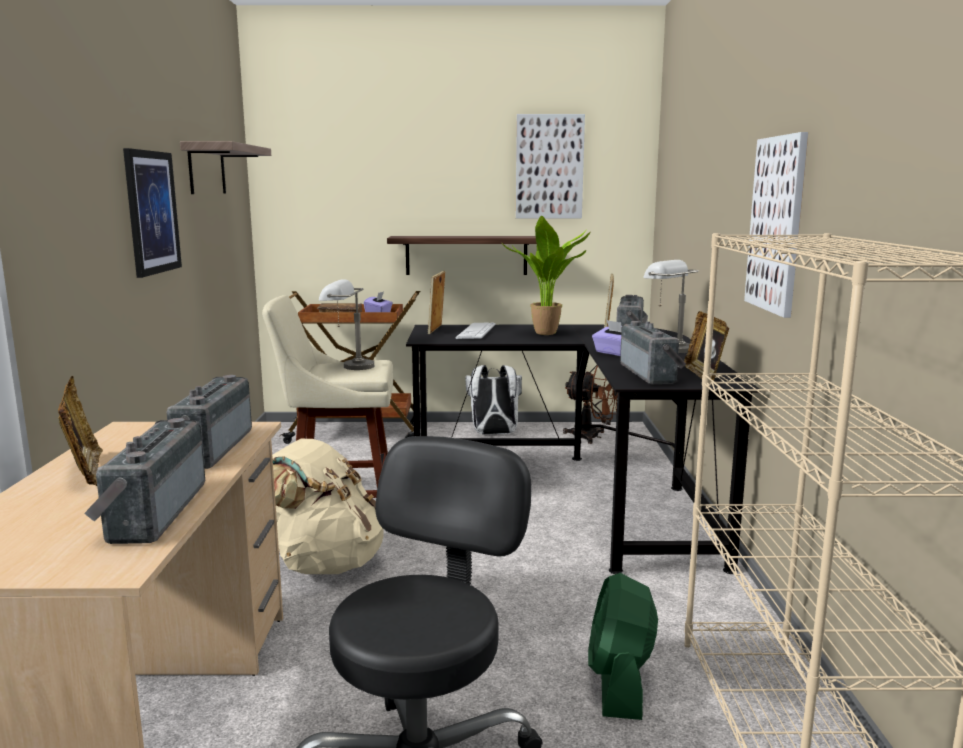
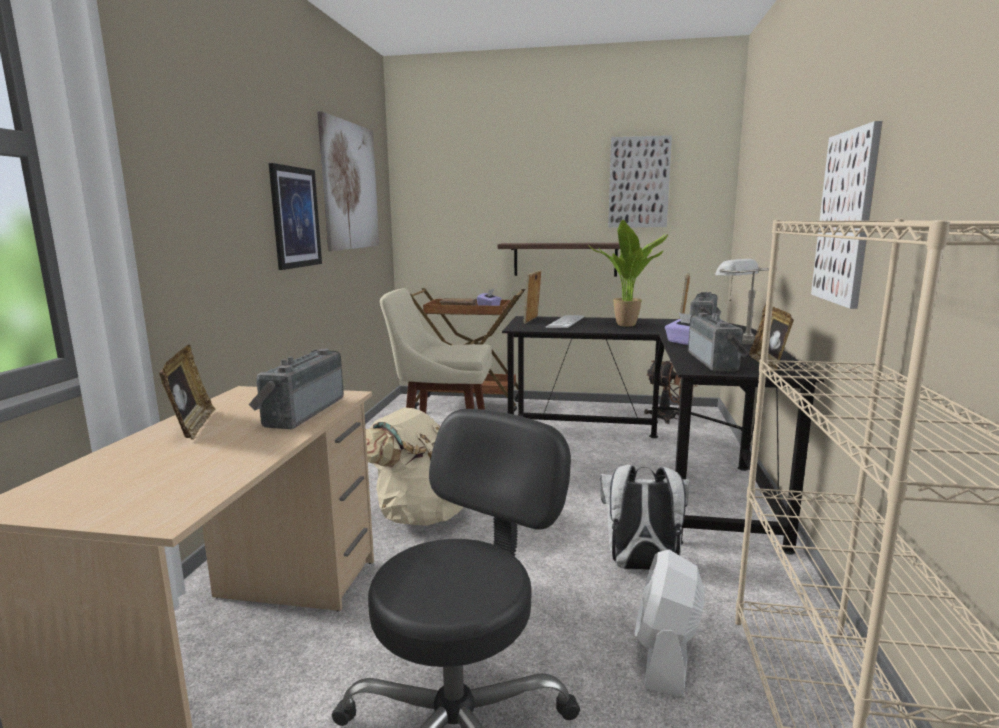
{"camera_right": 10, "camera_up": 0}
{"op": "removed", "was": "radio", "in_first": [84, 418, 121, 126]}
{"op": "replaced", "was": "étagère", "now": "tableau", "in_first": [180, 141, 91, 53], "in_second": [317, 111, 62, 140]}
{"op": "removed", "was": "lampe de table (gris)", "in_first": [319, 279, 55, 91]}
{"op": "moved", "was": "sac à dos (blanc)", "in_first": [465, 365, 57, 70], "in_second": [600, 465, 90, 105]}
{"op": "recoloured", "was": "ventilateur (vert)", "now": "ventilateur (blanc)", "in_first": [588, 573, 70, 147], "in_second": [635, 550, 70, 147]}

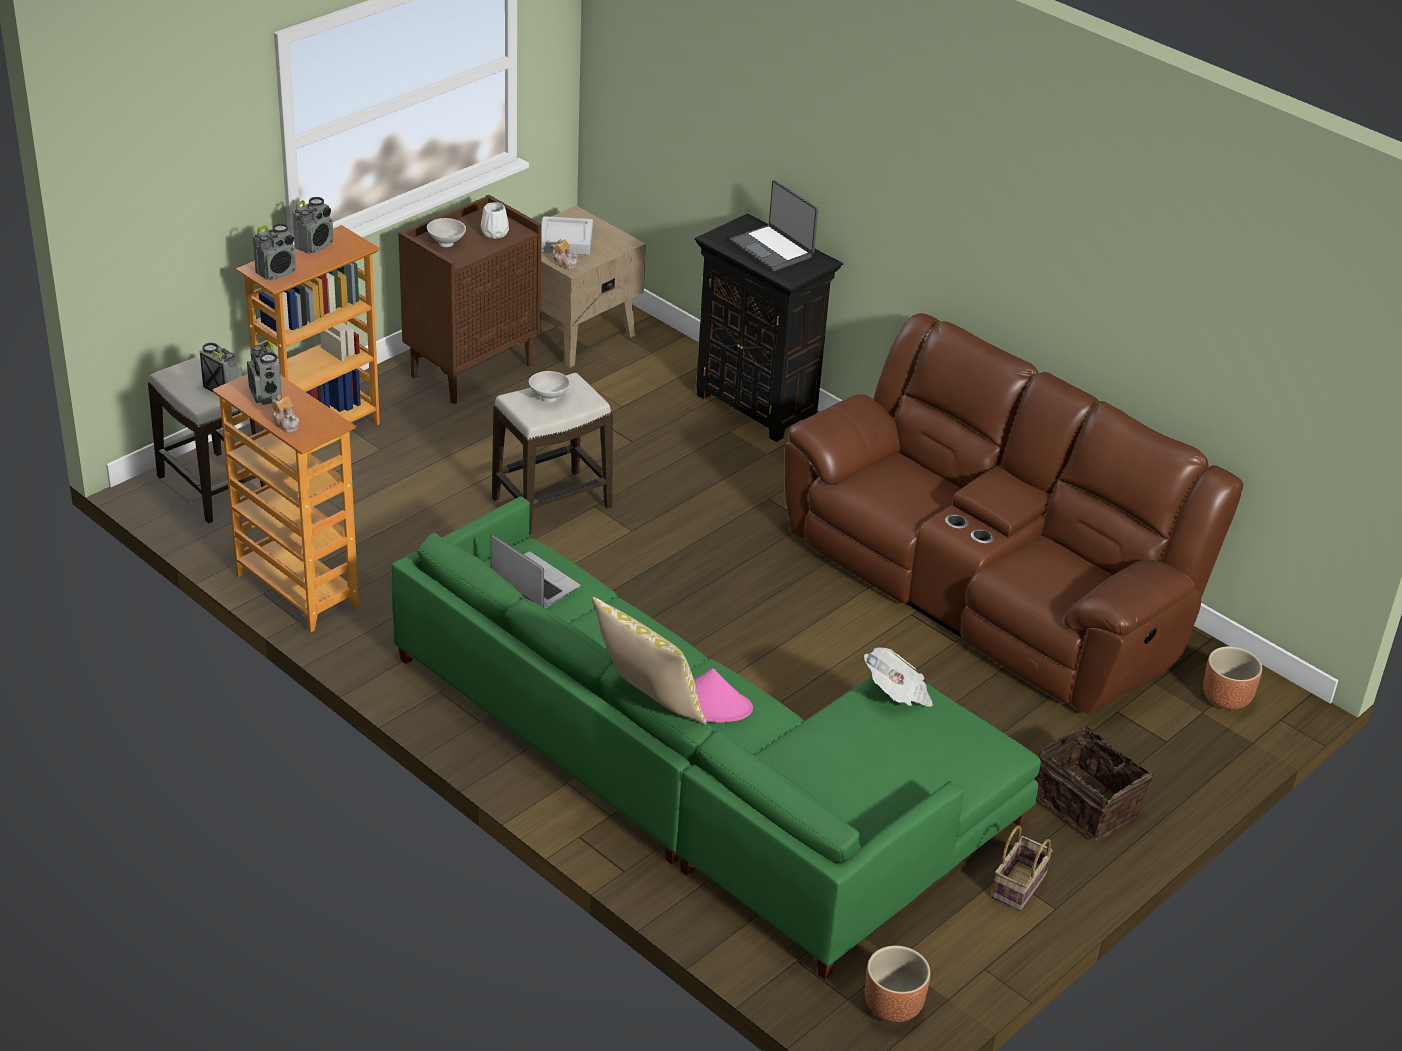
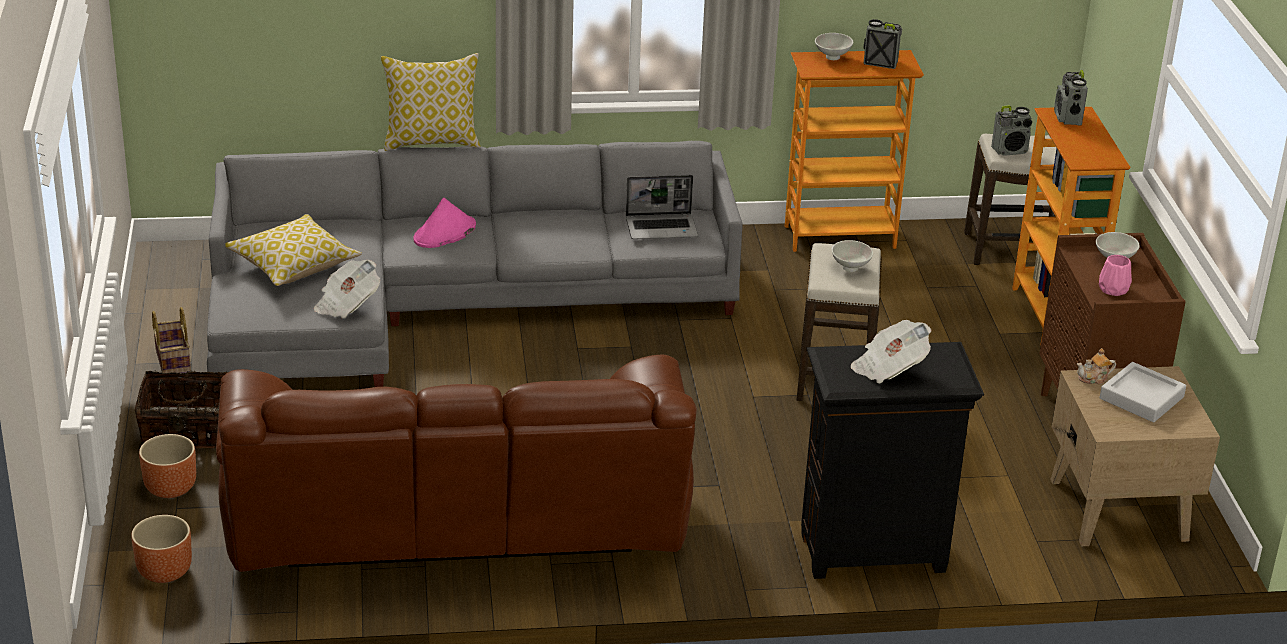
{"camera_right": 130, "camera_up": -5}
{"op": "replaced", "was": "théière", "now": "bol (blanc)", "in_first": [271, 395, 29, 38], "in_second": [815, 33, 38, 27]}
{"op": "removed", "was": "radio", "in_first": [292, 197, 42, 57]}
{"op": "recoloured", "was": "canapé (vert)", "now": "canapé (gris)", "in_first": [391, 496, 650, 484], "in_second": [207, 141, 535, 251]}
{"op": "recoloured", "was": "vase (blanc)", "now": "vase (rose)", "in_first": [481, 202, 28, 37], "in_second": [1099, 255, 33, 41]}
{"op": "replaced", "was": "ordinateur portable", "now": "journal", "in_first": [730, 180, 88, 91], "in_second": [851, 320, 81, 63]}
{"op": "moved", "was": "cache-pot (marron)", "in_first": [865, 946, 65, 76], "in_second": [139, 434, 57, 64]}
{"op": "added", "now": "coussin", "in_second": [226, 214, 136, 72]}

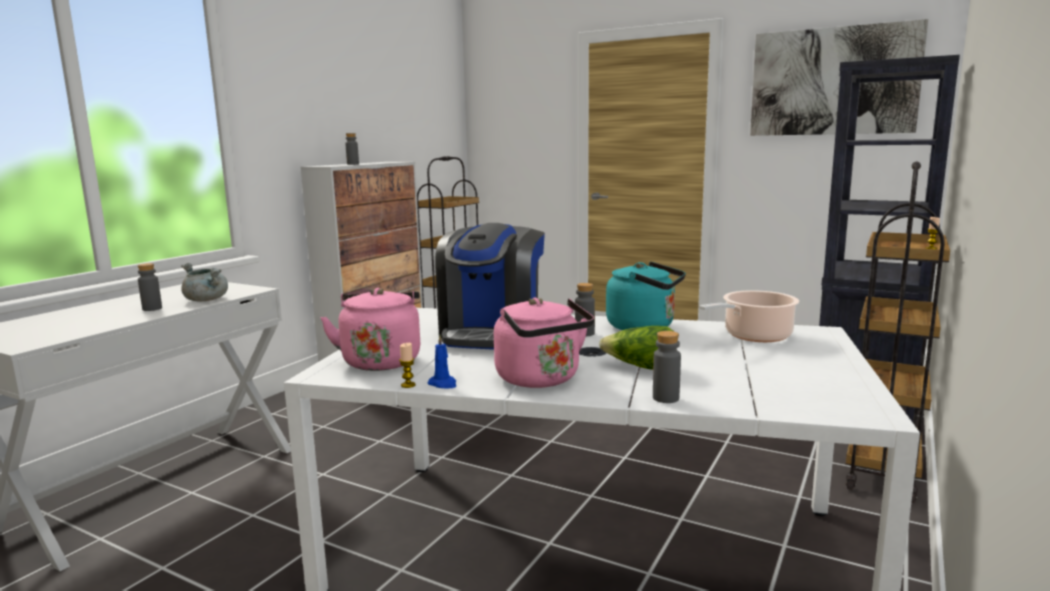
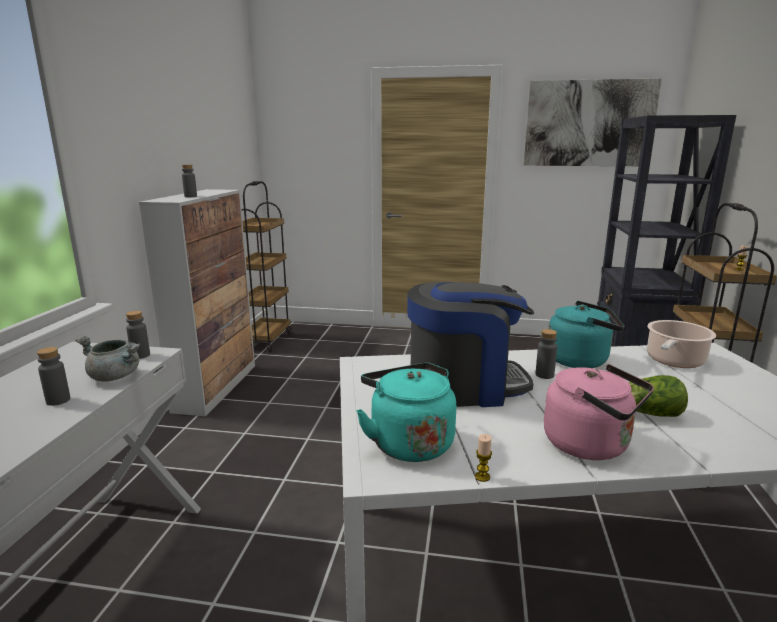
{"camera_right": -20, "camera_up": 5}
{"op": "recoloured", "was": "bouilloire (rose)", "now": "bouilloire (turquoise)", "in_first": [320, 288, 100, 83], "in_second": [356, 363, 100, 99]}
{"op": "removed", "was": "bougie (bleu)", "in_first": [427, 335, 29, 53]}
{"op": "turned", "was": "machine à café", "in_first": [435, 223, 110, 127], "in_second": [407, 282, 127, 125], "clockwise": -90}
{"op": "moved", "was": "bouteille (gris)", "in_first": [653, 331, 28, 72], "in_second": [126, 311, 24, 48]}

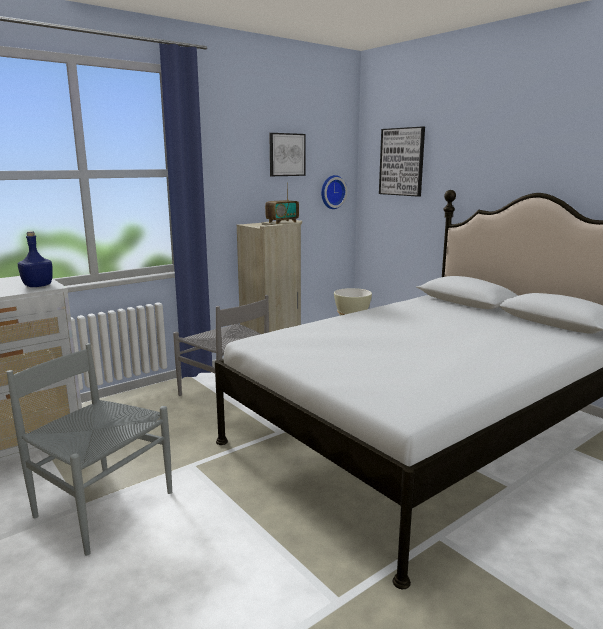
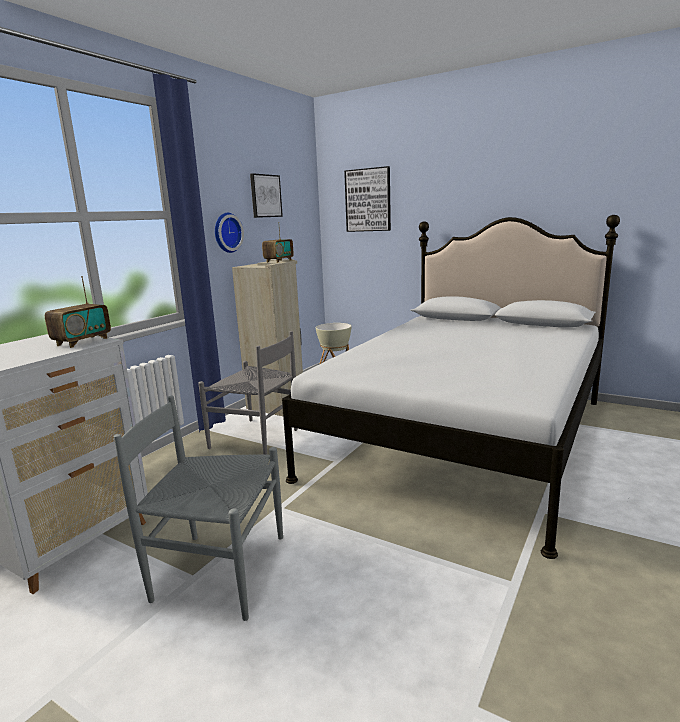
{"camera_right": -20, "camera_up": 0}
{"op": "replaced", "was": "bouteille (bleu)", "now": "radio", "in_first": [18, 231, 35, 56], "in_second": [45, 276, 66, 72]}
{"op": "moved", "was": "horloge murale", "in_first": [321, 175, 26, 34], "in_second": [215, 213, 29, 40]}

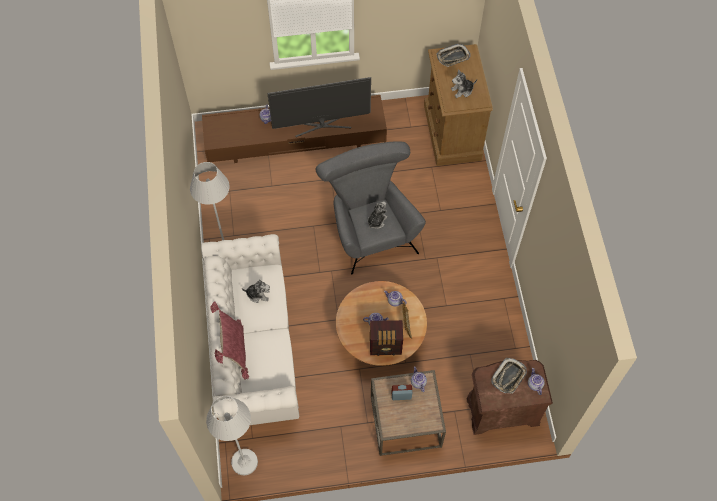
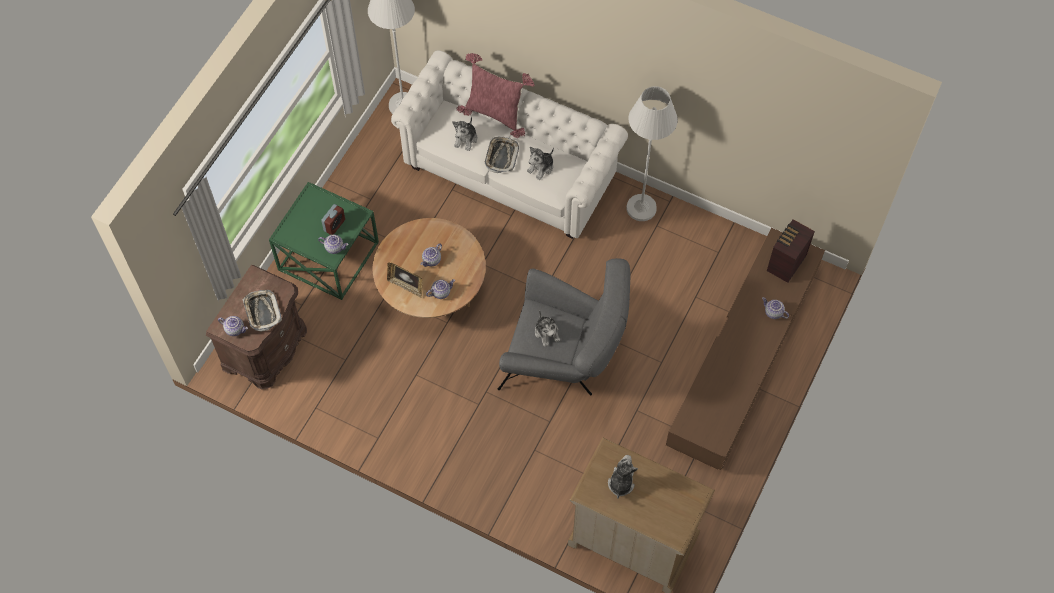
{"camera_right": 125, "camera_up": 0}
{"op": "removed", "was": "téléviseur", "in_first": [267, 77, 104, 60]}
{"op": "moved", "was": "radio", "in_first": [370, 320, 33, 36], "in_second": [767, 219, 48, 64]}
{"op": "recoloured", "was": "table d'appoint (marron)", "now": "table d'appoint (vert)", "in_first": [371, 370, 75, 86], "in_second": [269, 182, 110, 118]}
{"op": "moved", "was": "plateau", "in_first": [436, 44, 35, 23], "in_second": [485, 136, 34, 37]}
{"op": "added", "now": "peluche", "in_second": [452, 116, 25, 35]}

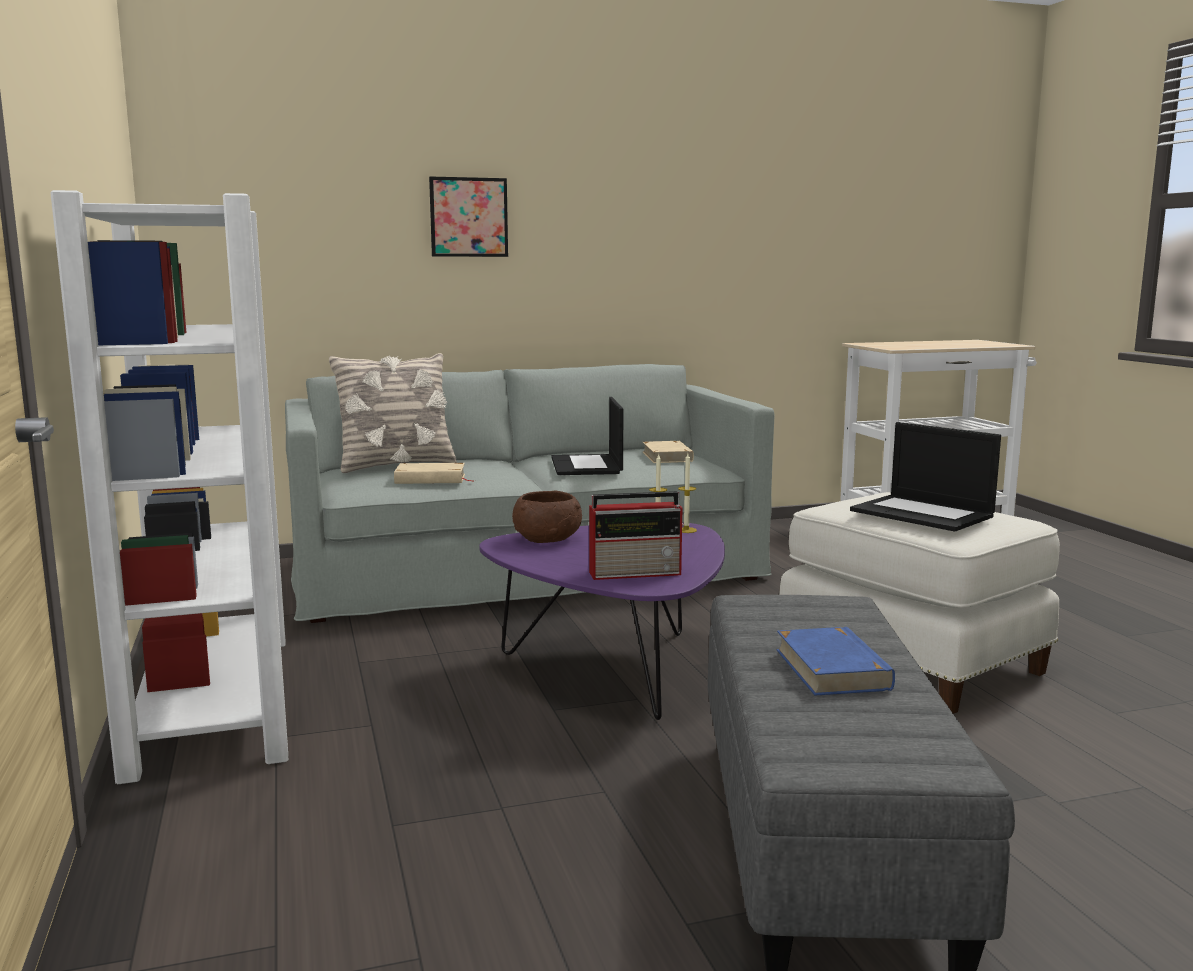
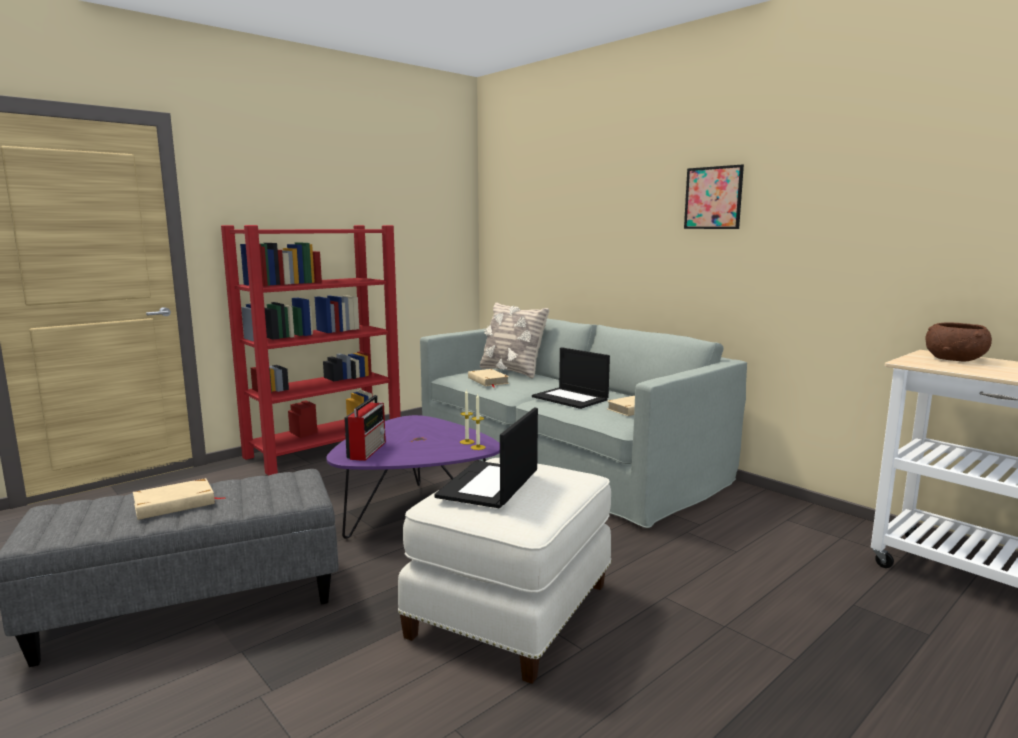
{"camera_right": 65, "camera_up": 0}
{"op": "recoloured", "was": "bibliothèque (blanc)", "now": "bibliothèque (rouge)", "in_first": [50, 190, 238, 594], "in_second": [221, 225, 180, 250]}
{"op": "moved", "was": "tableau", "in_first": [429, 176, 79, 81], "in_second": [684, 164, 60, 65]}
{"op": "moved", "was": "bol (marron)", "in_first": [512, 490, 70, 53], "in_second": [925, 322, 67, 40]}
{"op": "turned", "was": "ordinateur portable", "in_first": [551, 397, 72, 78], "in_second": [532, 347, 78, 62], "clockwise": -105}
{"op": "turned", "was": "radio", "in_first": [589, 491, 95, 89], "in_second": [344, 395, 42, 66], "clockwise": -135}
{"op": "recoloured", "was": "livre (bleu)", "now": "livre (beige)", "in_first": [776, 627, 119, 68], "in_second": [133, 478, 93, 42]}

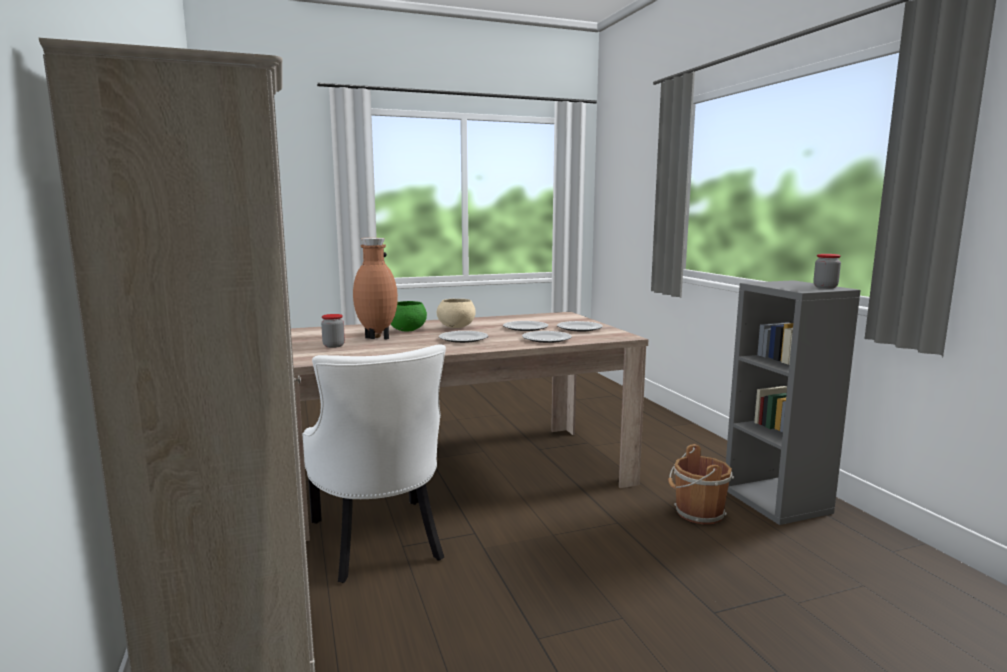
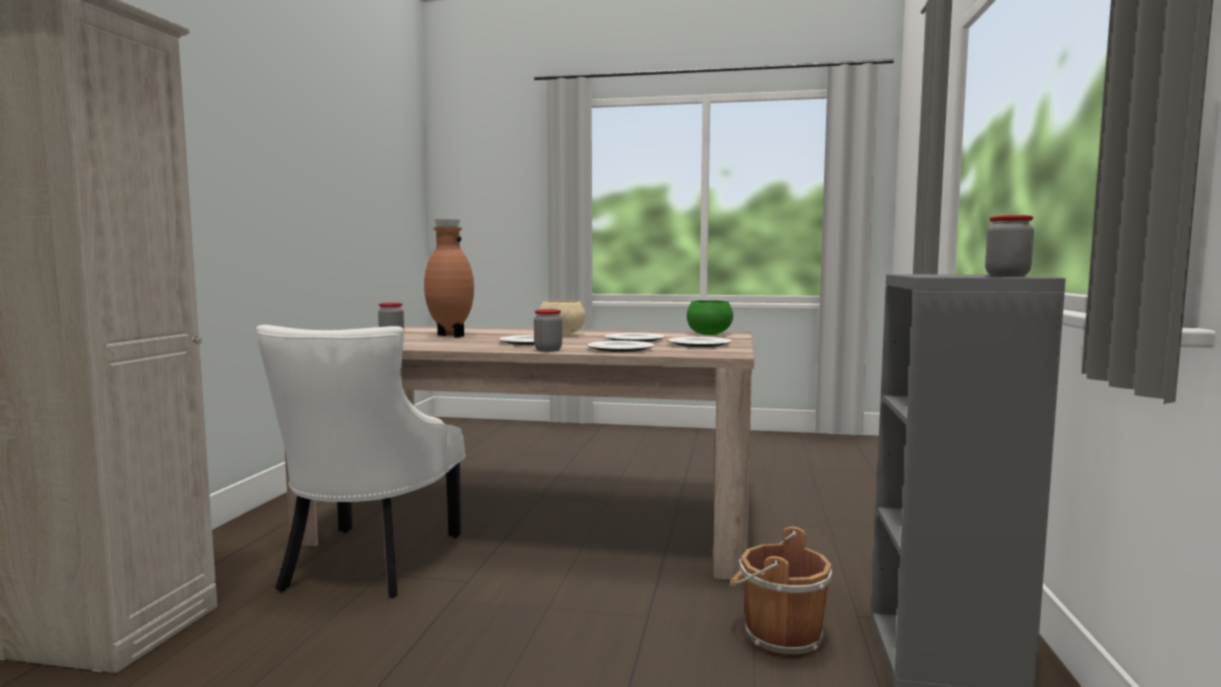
{"camera_right": 30, "camera_up": -5}
{"op": "moved", "was": "bol (vert)", "in_first": [391, 301, 36, 31], "in_second": [687, 300, 46, 35]}
{"op": "added", "now": "bocal", "in_second": [534, 309, 28, 43]}

